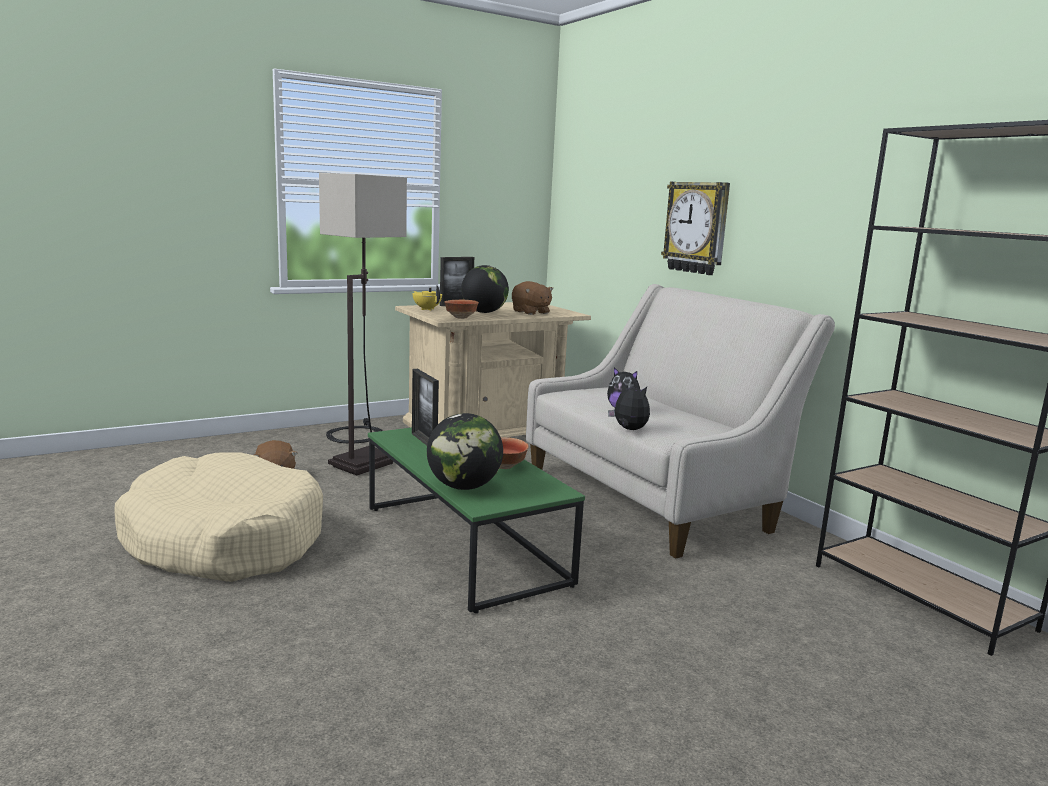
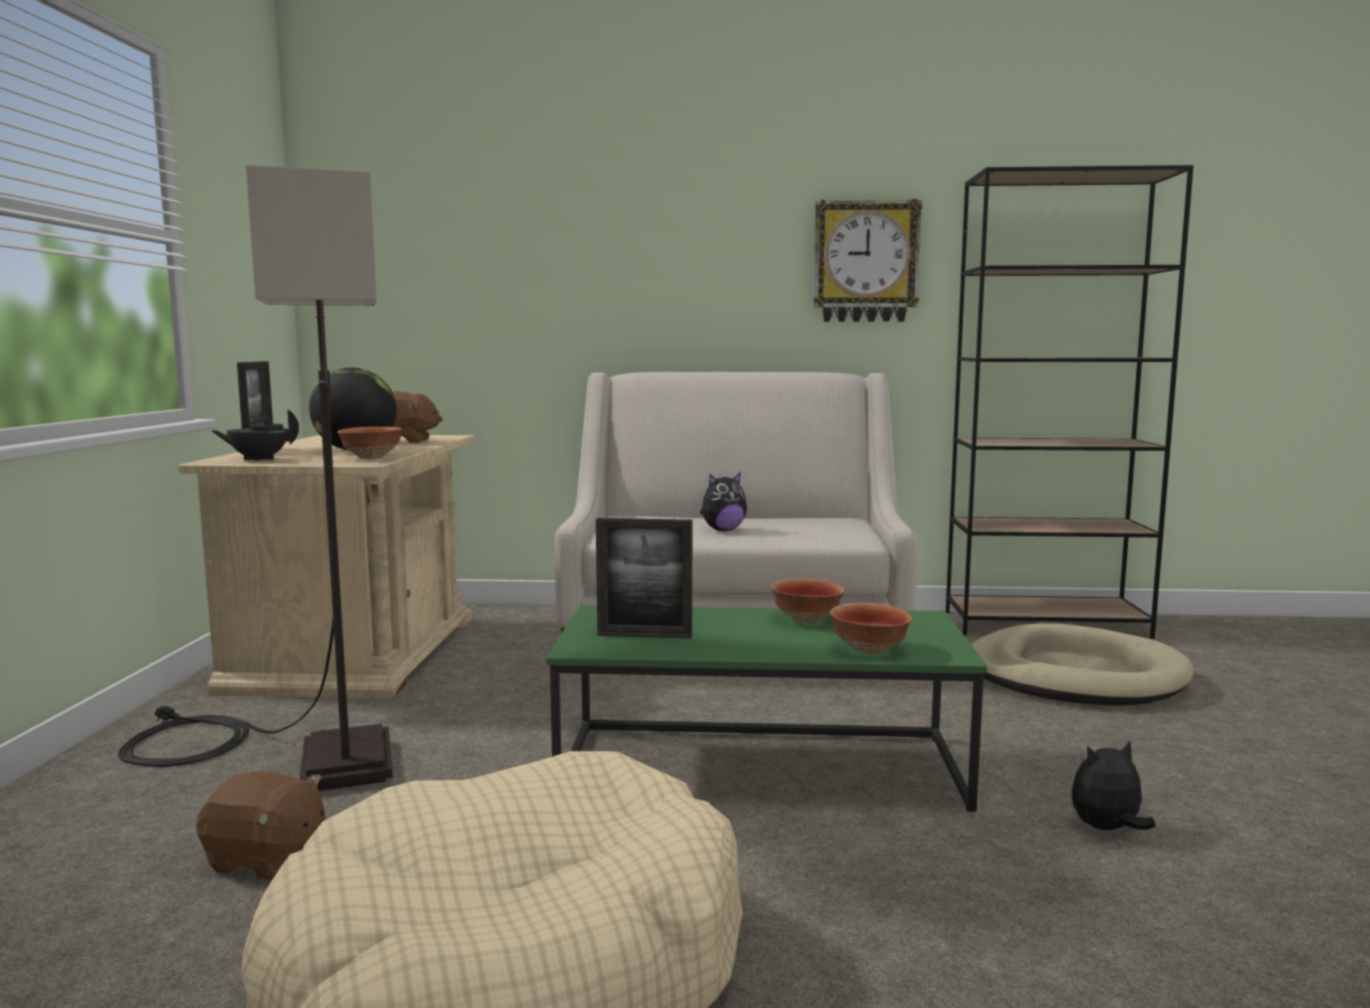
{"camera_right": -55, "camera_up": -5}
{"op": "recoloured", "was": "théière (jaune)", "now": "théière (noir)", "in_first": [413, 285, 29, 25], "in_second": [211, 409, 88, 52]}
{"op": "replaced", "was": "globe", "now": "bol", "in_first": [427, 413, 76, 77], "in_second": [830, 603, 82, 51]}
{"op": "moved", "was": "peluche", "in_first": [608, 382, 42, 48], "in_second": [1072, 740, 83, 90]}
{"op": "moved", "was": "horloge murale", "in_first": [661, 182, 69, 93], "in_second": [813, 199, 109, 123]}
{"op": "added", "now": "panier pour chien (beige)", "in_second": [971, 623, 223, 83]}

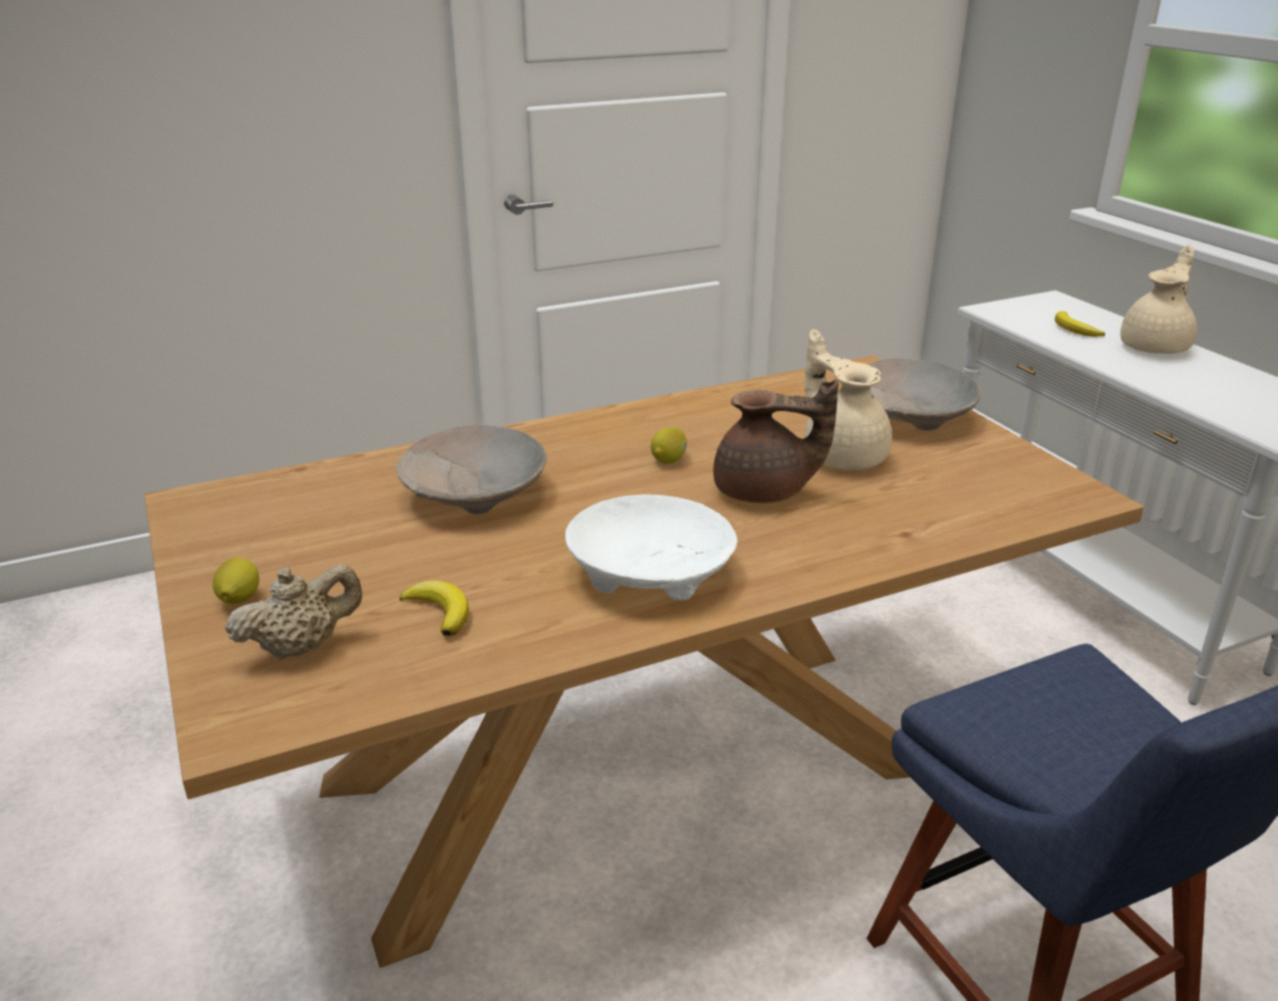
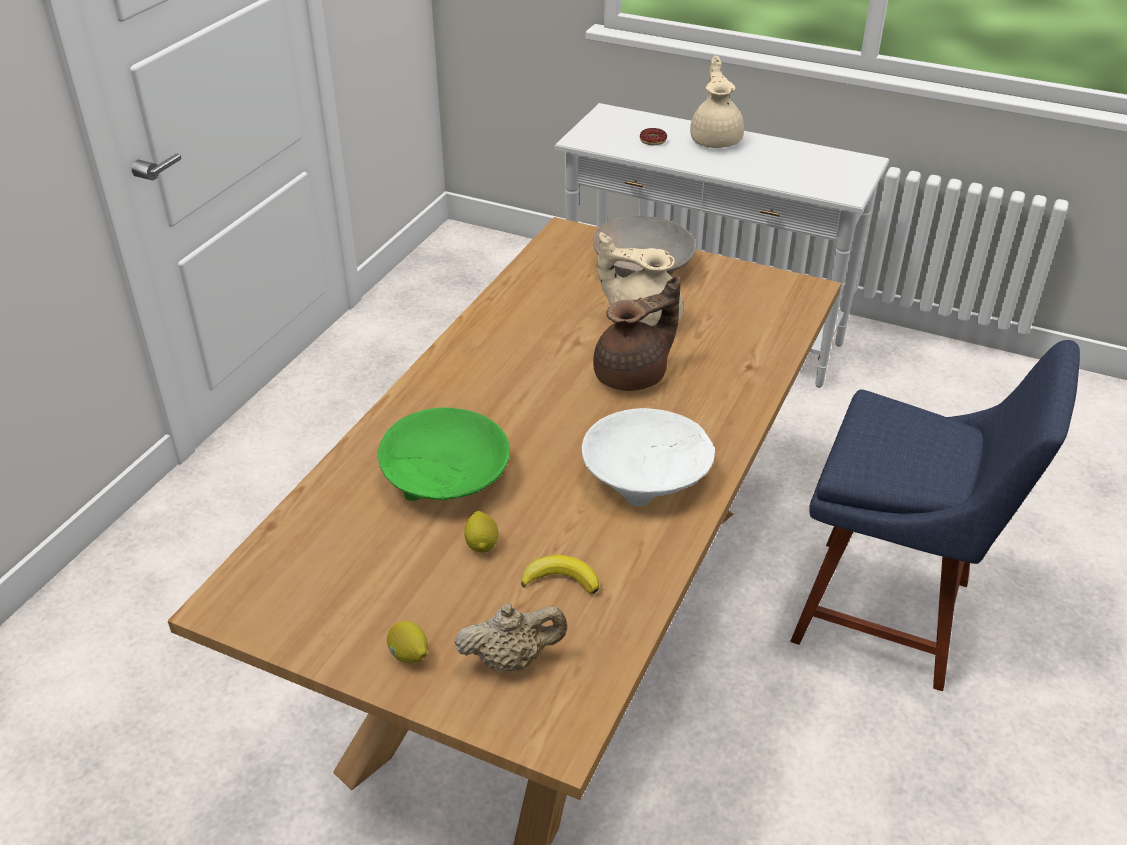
{"camera_right": -40, "camera_up": 10}
{"op": "turned", "was": "théière (beige)", "in_first": [225, 564, 137, 96], "in_second": [454, 603, 113, 68], "clockwise": 60}
{"op": "recoloured", "was": "bol (beige)", "now": "bol (vert)", "in_first": [396, 425, 151, 89], "in_second": [378, 407, 132, 94]}
{"op": "moved", "was": "citron", "in_first": [651, 427, 36, 37], "in_second": [464, 511, 35, 42]}
{"op": "replaced", "was": "banane", "now": "beignet", "in_first": [1055, 311, 50, 26], "in_second": [640, 128, 27, 17]}

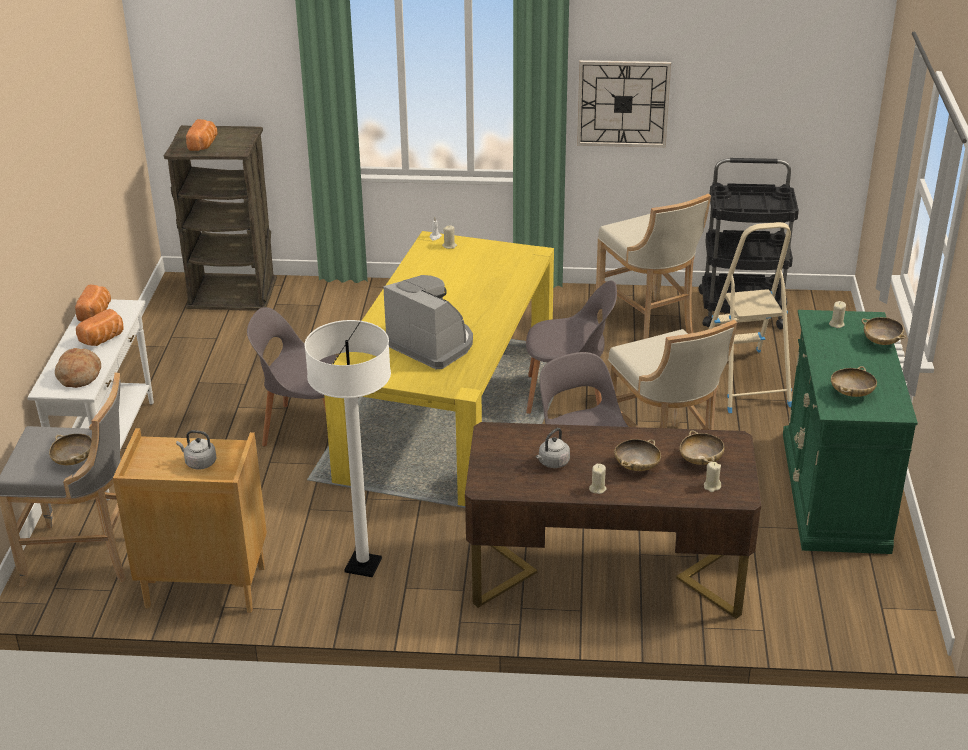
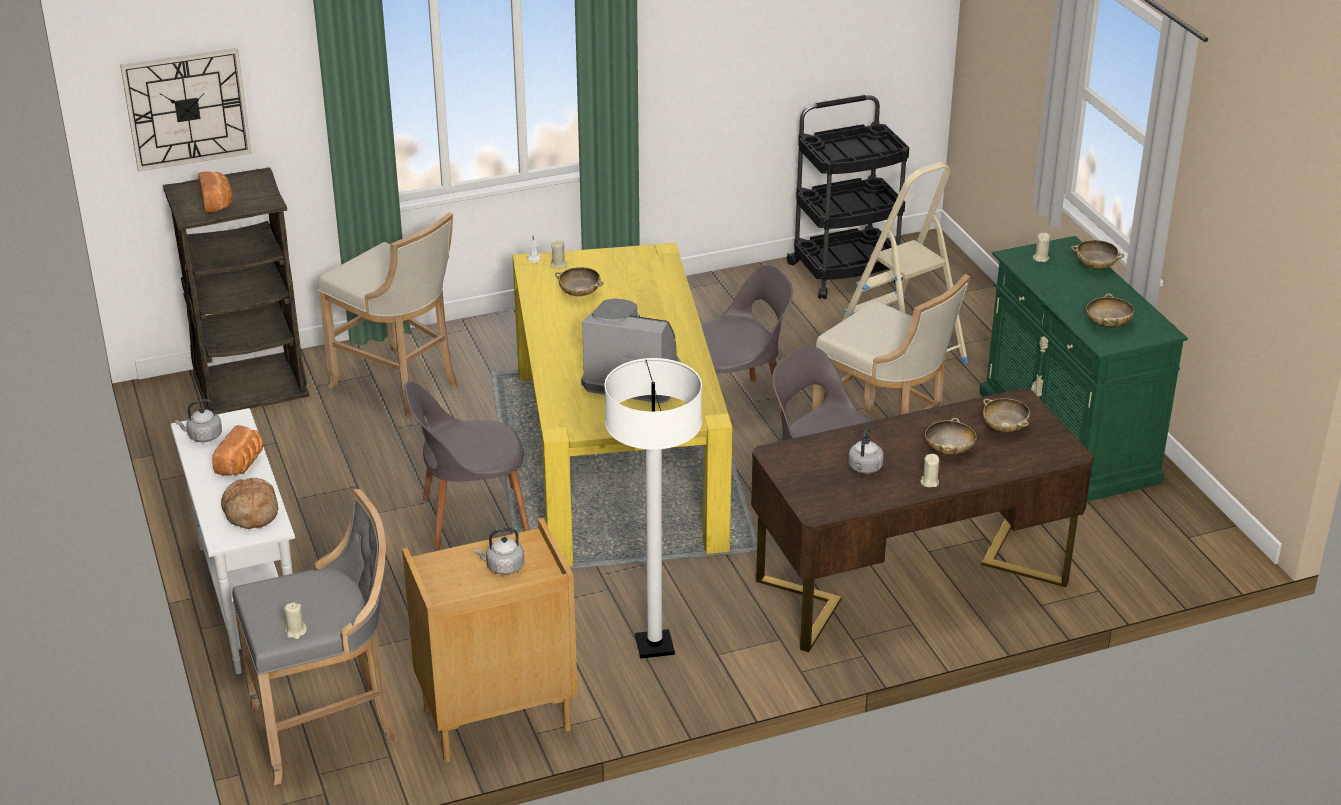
{"camera_right": -25, "camera_up": 0}
{"op": "moved", "was": "bol (beige)", "in_first": [49, 434, 43, 31], "in_second": [555, 267, 49, 29]}
{"op": "replaced", "was": "pain", "now": "bouilloire (gris)", "in_first": [75, 285, 36, 37], "in_second": [175, 399, 47, 43]}
{"op": "moved", "was": "horloge murale", "in_first": [577, 60, 94, 87], "in_second": [120, 48, 132, 124]}
{"op": "moved", "was": "tabouret (beige)", "in_first": [596, 194, 115, 145], "in_second": [318, 212, 140, 205]}
{"op": "moved", "was": "bougie (beige)", "in_first": [704, 462, 17, 30], "in_second": [284, 602, 23, 37]}

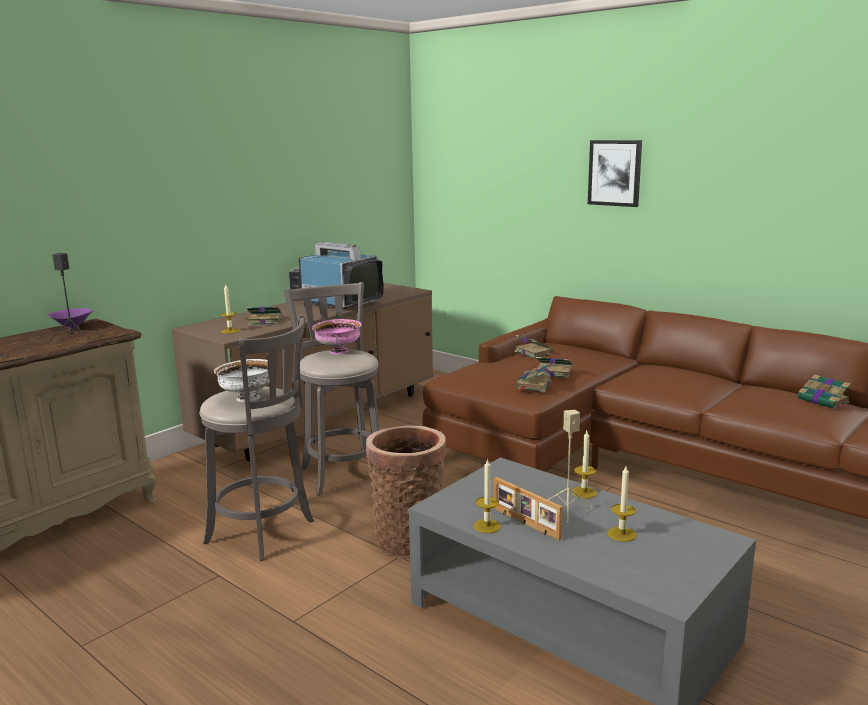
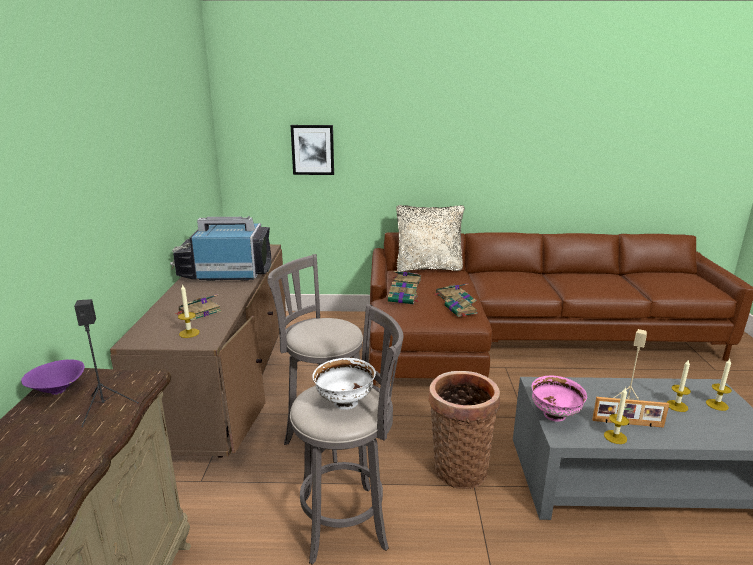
{"camera_right": -40, "camera_up": 5}
{"op": "moved", "was": "bol (rose)", "in_first": [312, 319, 50, 36], "in_second": [532, 375, 55, 47]}
{"op": "moved", "was": "bougie", "in_first": [571, 431, 26, 68], "in_second": [706, 359, 26, 52]}
{"op": "moved", "was": "tableau", "in_first": [588, 140, 54, 67], "in_second": [291, 125, 43, 50]}
{"op": "moved", "was": "livre", "in_first": [798, 374, 53, 35], "in_second": [388, 281, 30, 23]}
{"op": "added", "now": "coussin (beige)", "in_second": [396, 205, 69, 67]}

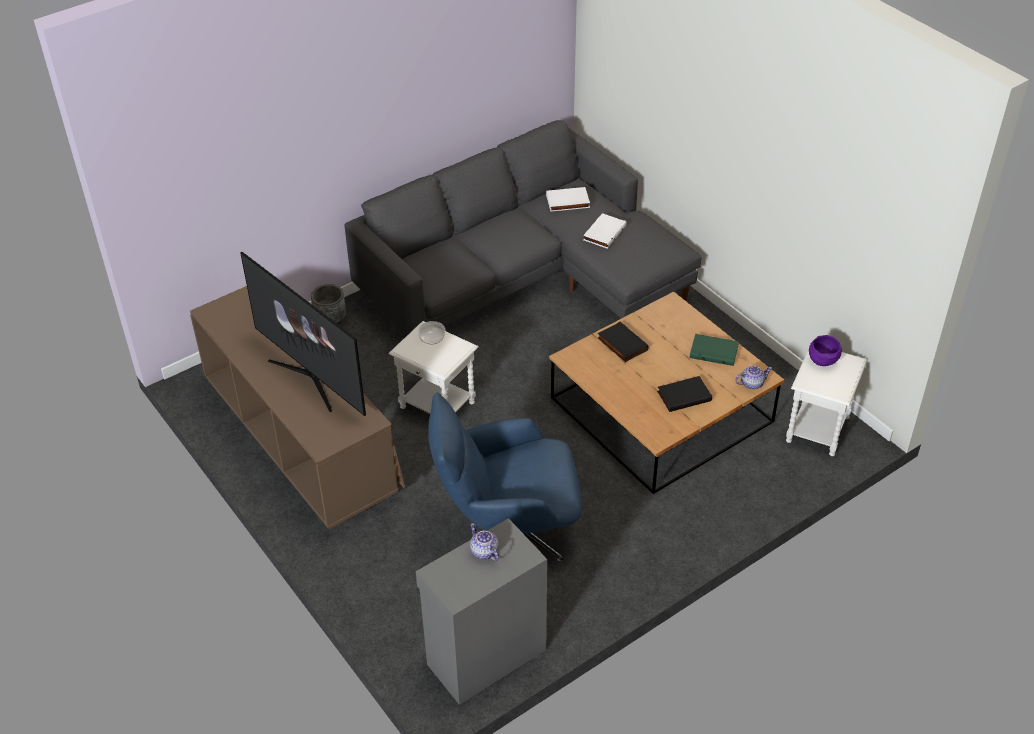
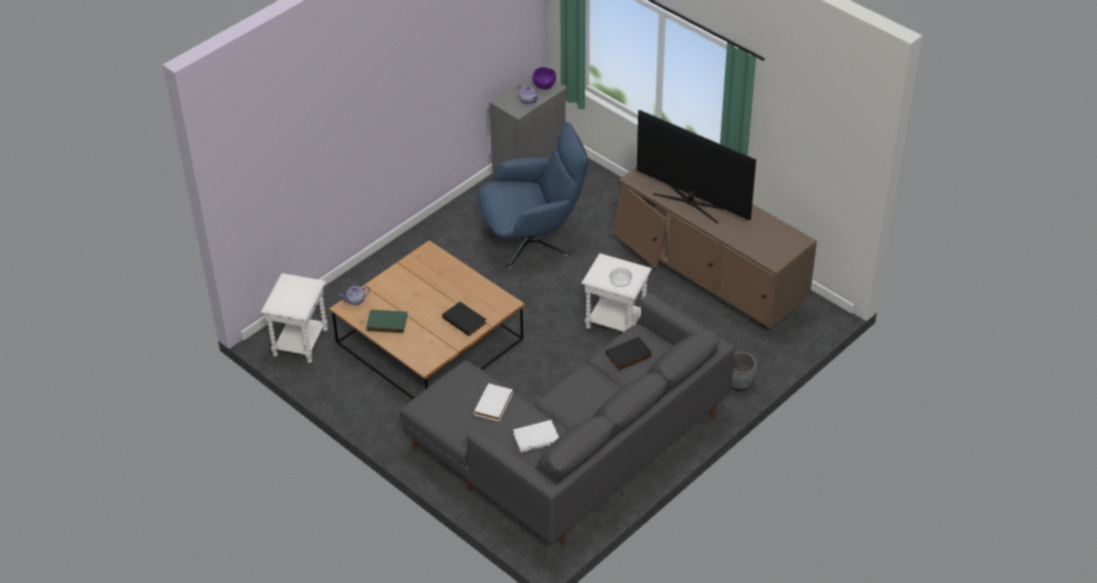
{"camera_right": 170, "camera_up": 0}
{"op": "moved", "was": "livre (noir)", "in_first": [657, 376, 55, 36], "in_second": [606, 337, 46, 33]}
{"op": "moved", "was": "bol (violet)", "in_first": [809, 335, 33, 31], "in_second": [532, 67, 24, 22]}

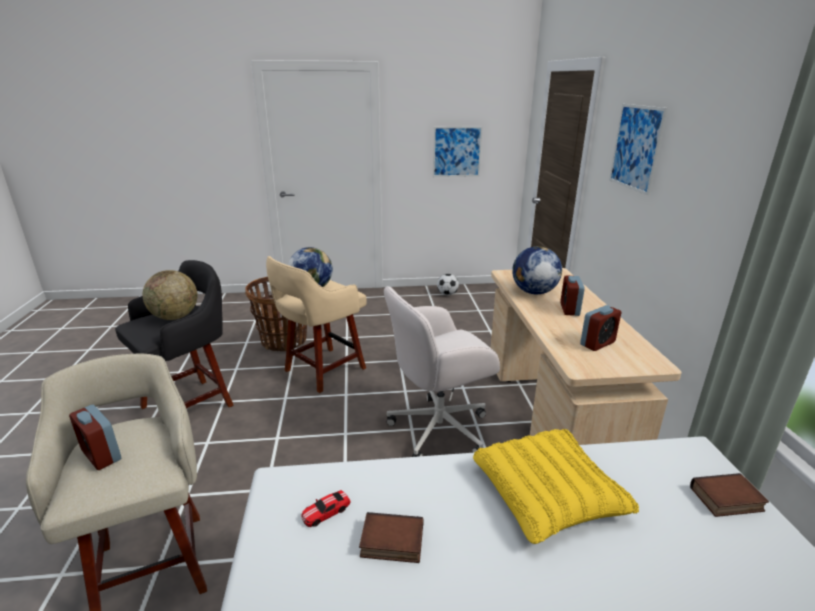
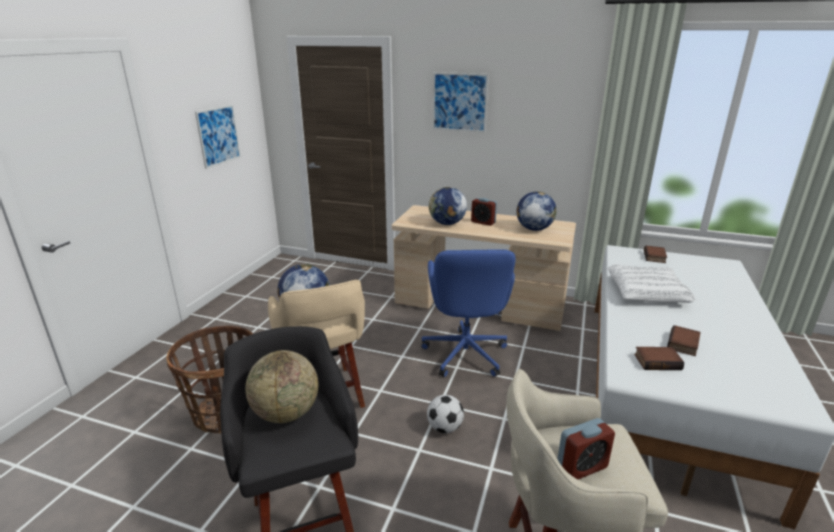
{"camera_right": -65, "camera_up": 0}
{"op": "replaced", "was": "petite voiture", "now": "livre", "in_first": [301, 490, 50, 37], "in_second": [634, 347, 50, 23]}
{"op": "recoloured", "was": "chaise de bureau (blanc)", "now": "chaise de bureau (bleu)", "in_first": [384, 286, 116, 171], "in_second": [421, 249, 95, 128]}
{"op": "moved", "was": "ballon de foot", "in_first": [437, 274, 22, 21], "in_second": [427, 395, 37, 38]}
{"op": "recoloured", "was": "coussin (jaune)", "now": "coussin (blanc)", "in_first": [473, 429, 166, 115], "in_second": [608, 264, 87, 39]}
{"op": "replaced", "was": "réveil", "now": "globe", "in_first": [580, 305, 41, 46], "in_second": [516, 191, 41, 40]}

